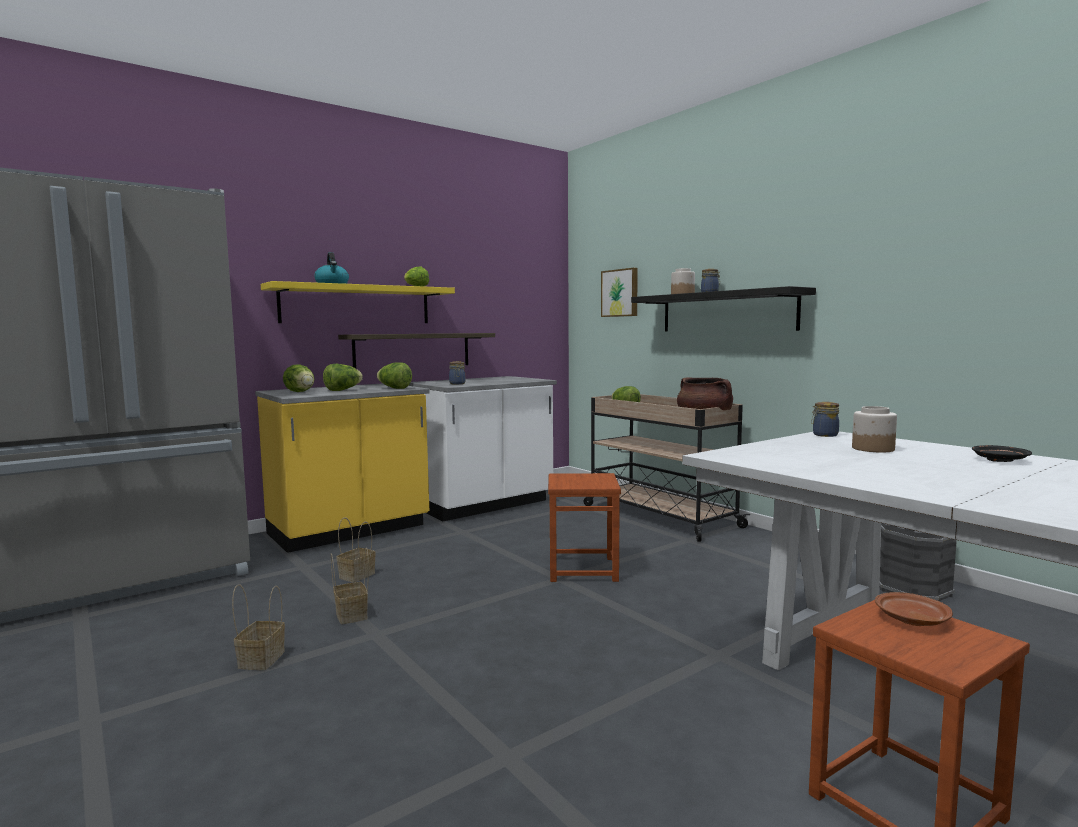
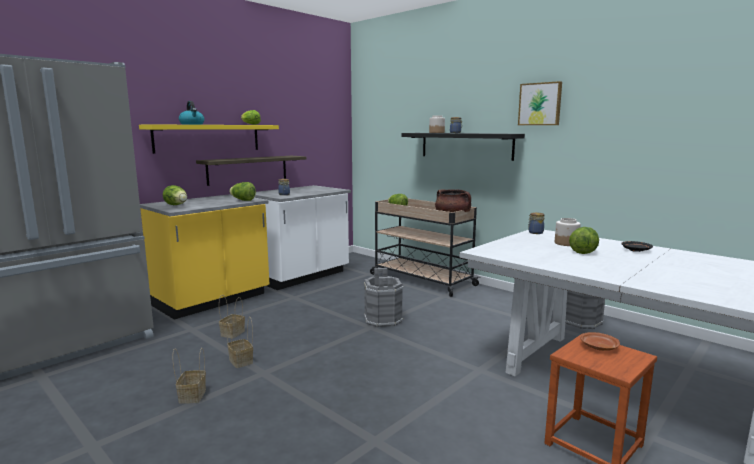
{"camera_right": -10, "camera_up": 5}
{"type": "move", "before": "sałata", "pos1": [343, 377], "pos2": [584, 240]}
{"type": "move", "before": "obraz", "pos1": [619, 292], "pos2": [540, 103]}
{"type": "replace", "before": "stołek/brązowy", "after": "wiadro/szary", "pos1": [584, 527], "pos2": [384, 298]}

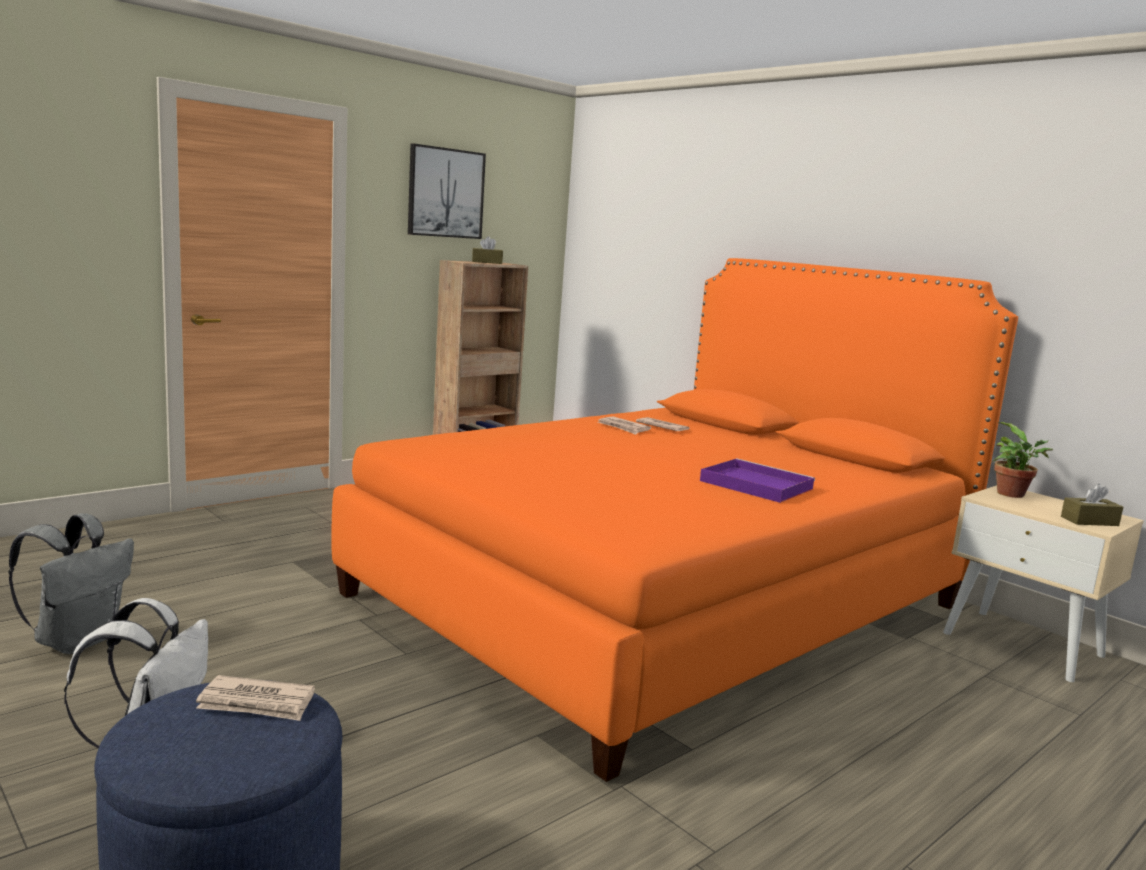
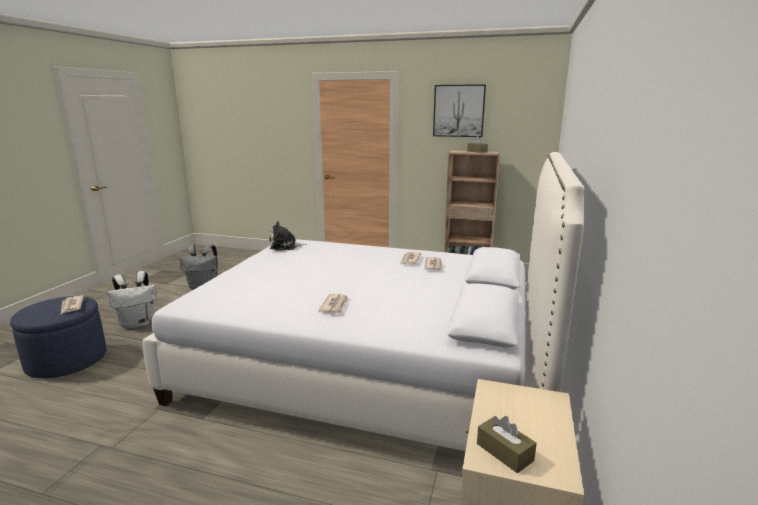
{"camera_right": 60, "camera_up": 5}
{"type": "delete", "before": "roślina doniczkowa", "pos1": [1022, 460]}
{"type": "insert", "after": "pluszak", "pos2": [288, 236]}
{"type": "replace", "before": "taca/fioletowy", "after": "gazeta", "pos1": [757, 480], "pos2": [333, 304]}
{"type": "recolor", "before": "łóżko/pomarańczowy", "after": "łóżko/biały", "pos1": [675, 520], "pos2": [363, 301]}

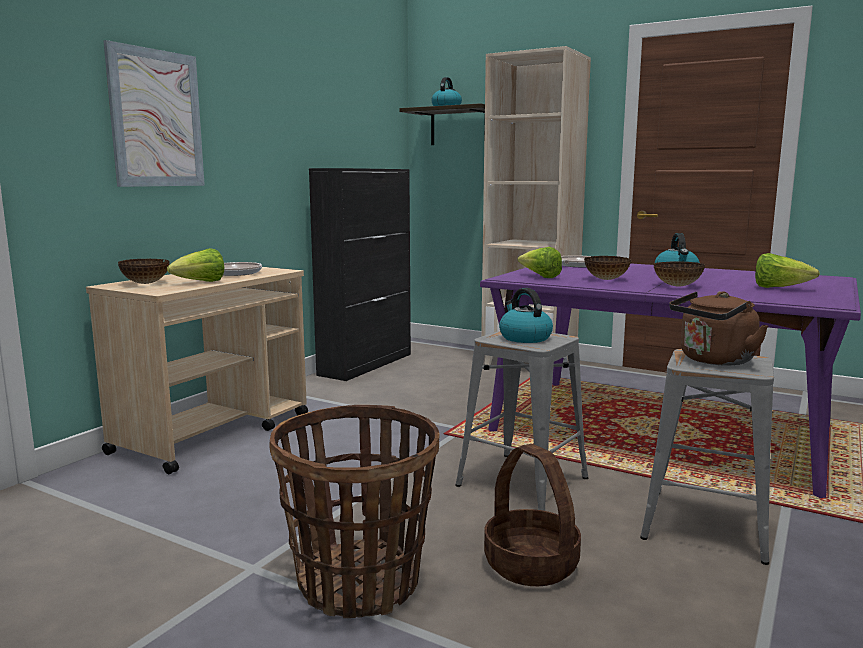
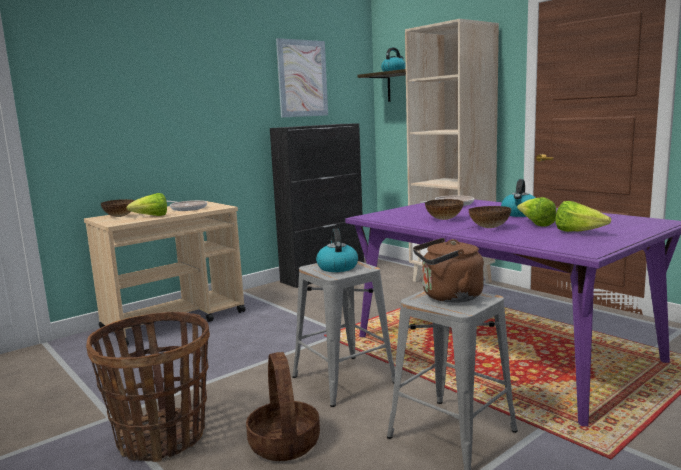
{"camera_right": 20, "camera_up": 0}
{"type": "move", "before": "obraz", "pos1": [154, 113], "pos2": [302, 78]}
{"type": "move", "before": "sałata", "pos1": [539, 262], "pos2": [536, 212]}

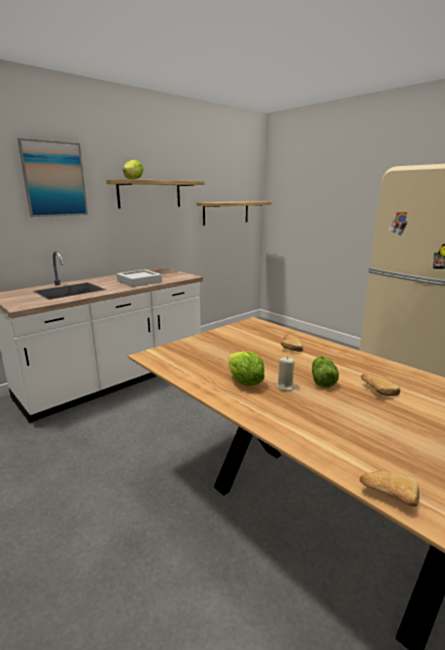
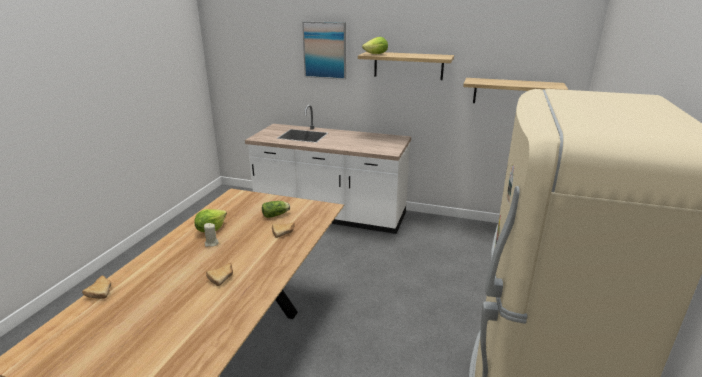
{"camera_right": 60, "camera_up": 5}
{"type": "delete", "before": "taca/szary", "pos1": [139, 278]}
{"type": "move", "before": "sałata", "pos1": [325, 372], "pos2": [276, 209]}

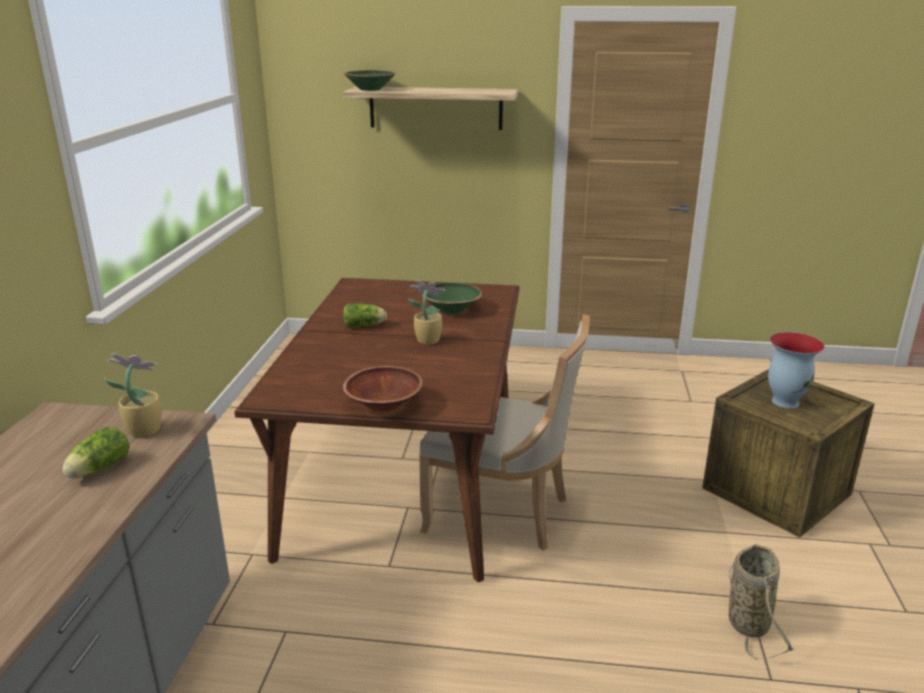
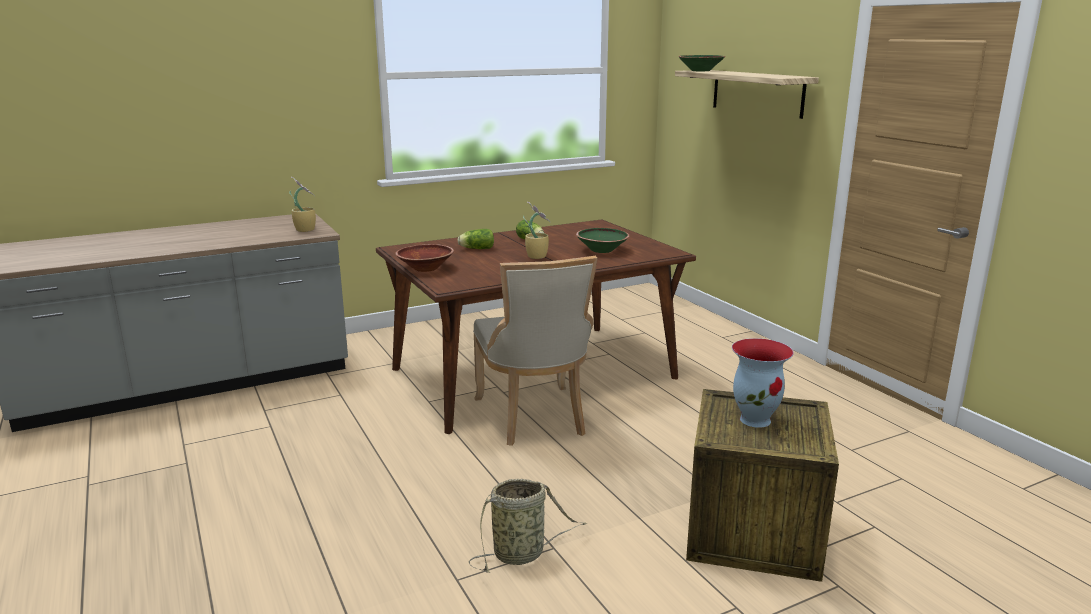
{"camera_right": 55, "camera_up": -5}
{"type": "move", "before": "sałata", "pos1": [96, 452], "pos2": [475, 239]}

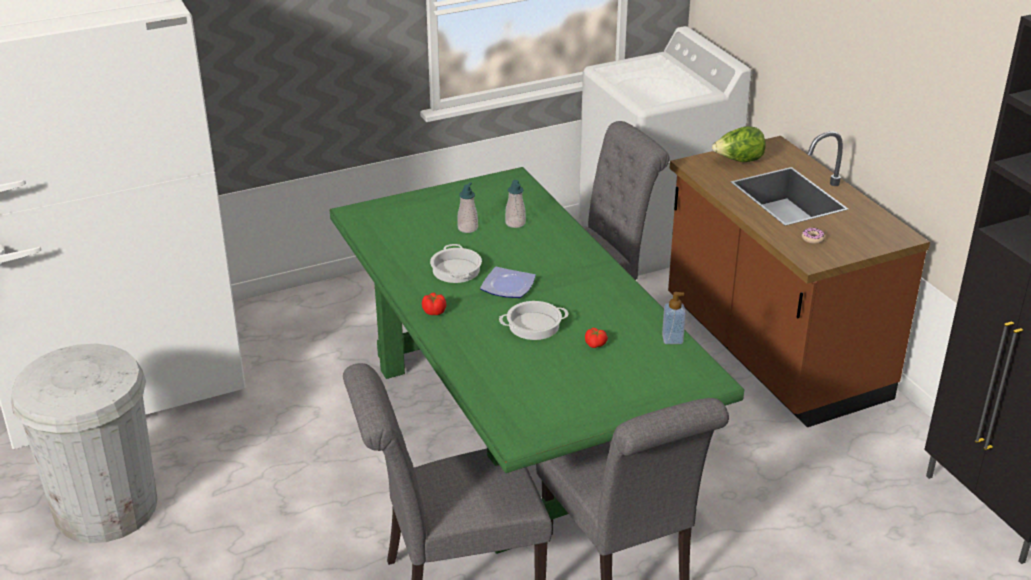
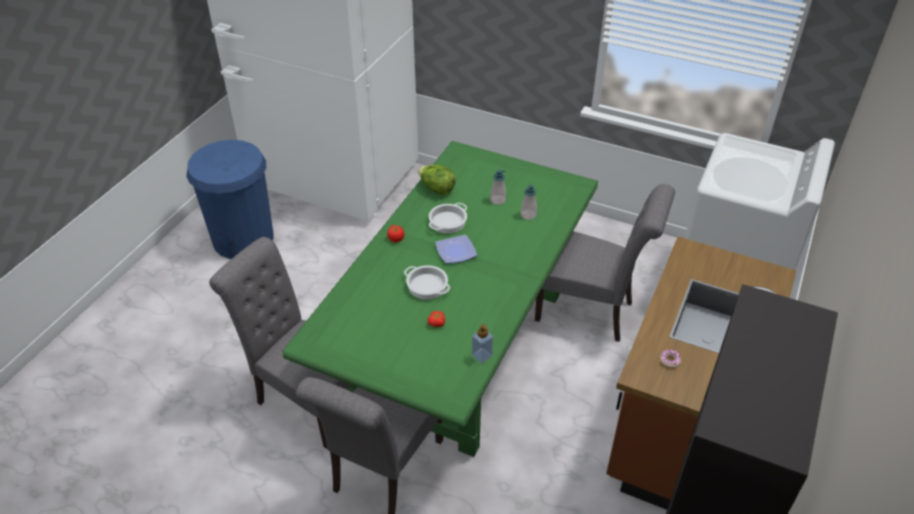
{"camera_right": 50, "camera_up": 10}
{"type": "move", "before": "sałata", "pos1": [739, 144], "pos2": [437, 180]}
{"type": "recolor", "before": "kosz na śmieci/biały", "after": "kosz na śmieci/niebieski", "pos1": [84, 443], "pos2": [230, 199]}

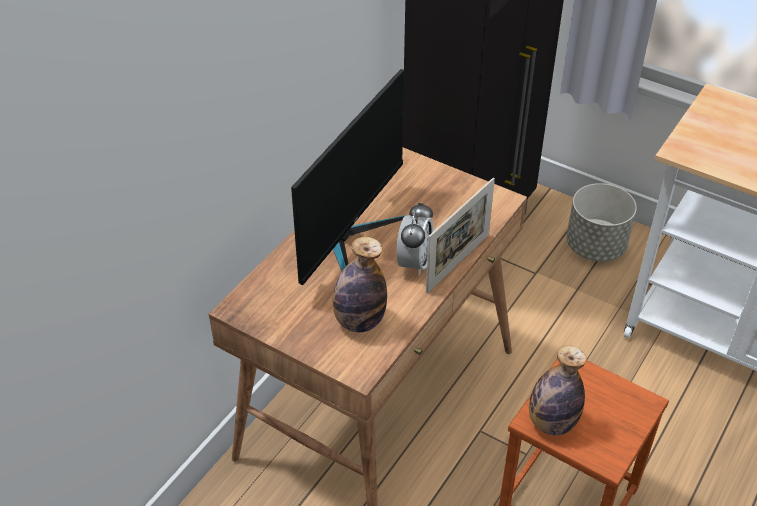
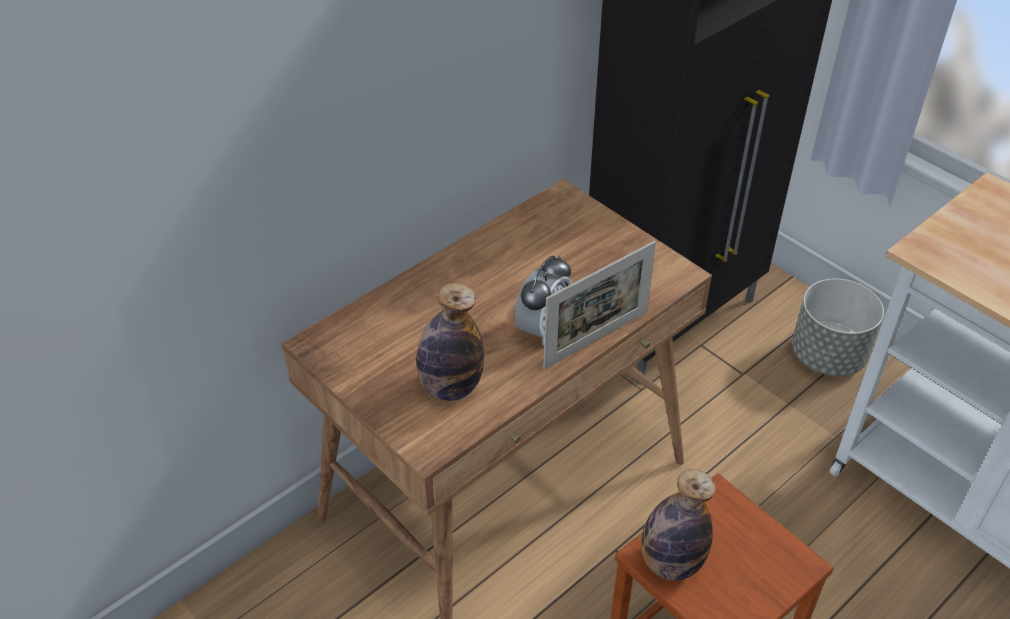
{"camera_right": 15, "camera_up": 0}
{"type": "delete", "before": "monitor", "pos1": [348, 177]}

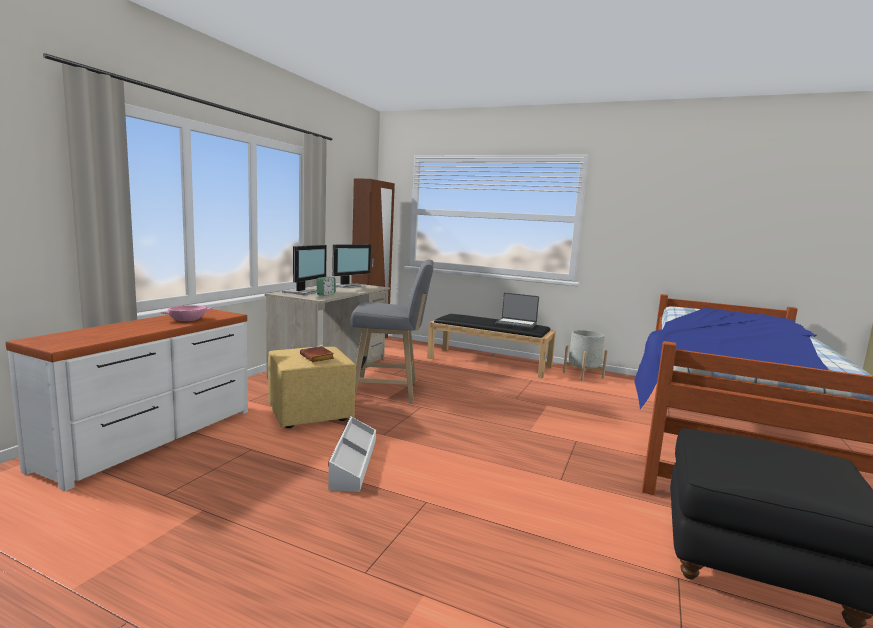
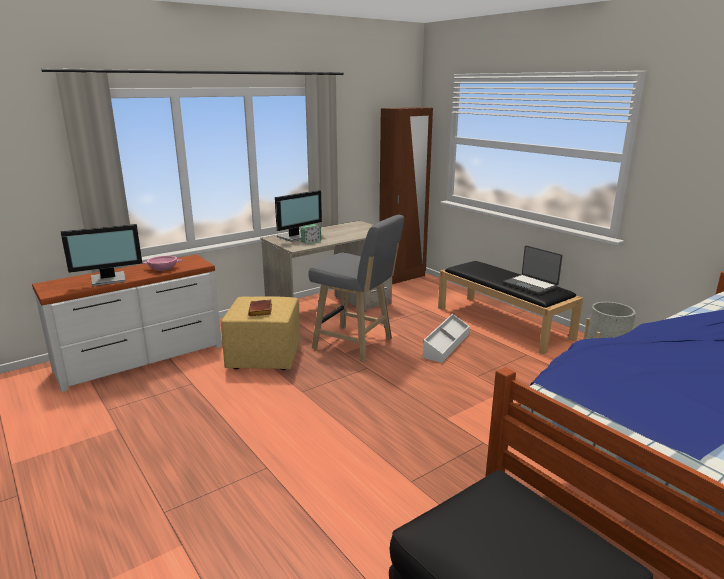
{"camera_right": 30, "camera_up": 10}
{"type": "move", "before": "pojemnik do przechowywania/biały", "pos1": [352, 454], "pos2": [446, 338]}
{"type": "move", "before": "monitor", "pos1": [351, 266], "pos2": [102, 255]}

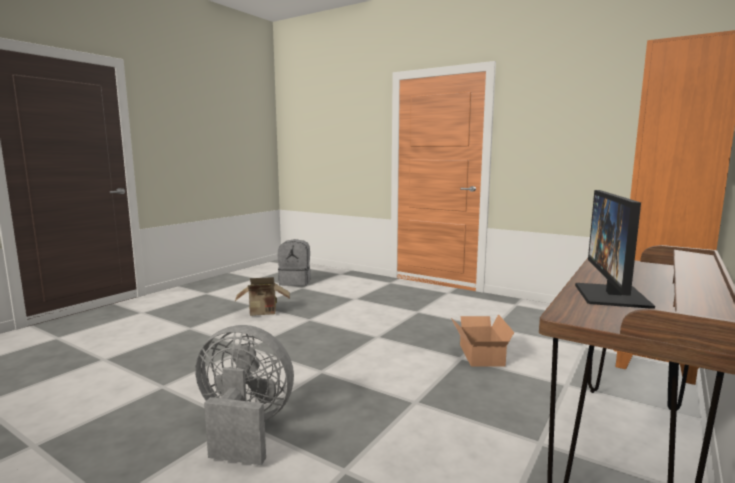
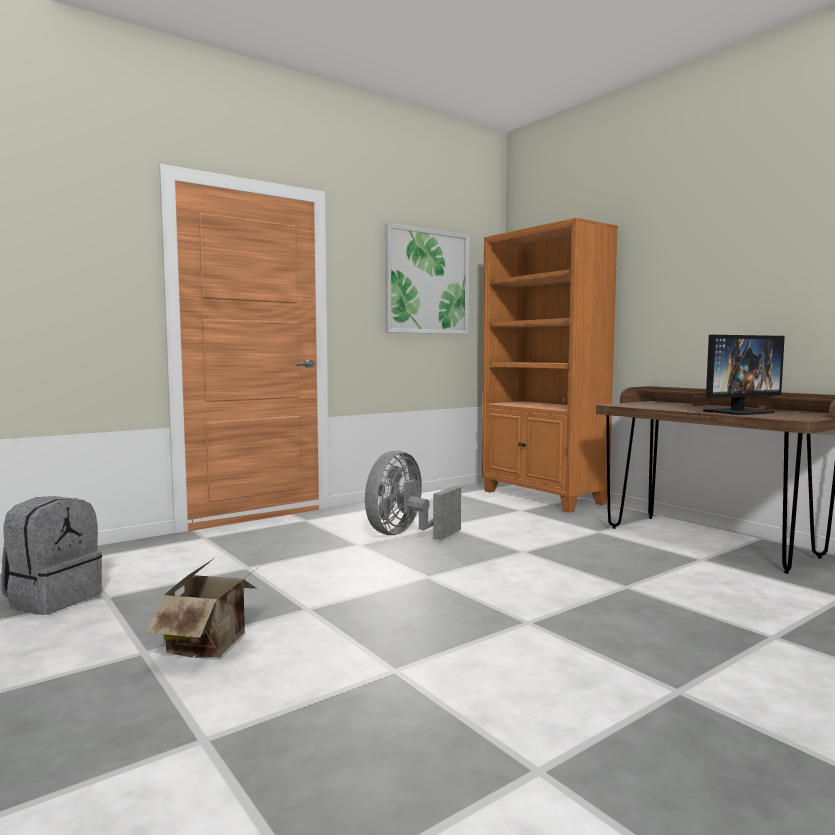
{"camera_right": -70, "camera_up": -5}
{"type": "delete", "before": "karton", "pos1": [482, 340]}
{"type": "insert", "after": "obraz", "pos2": [427, 278]}
{"type": "move", "before": "wentylator/szary", "pos1": [244, 395], "pos2": [413, 495]}
{"type": "rotate", "before": "monitor", "pos1": [615, 249], "pos2": [744, 375], "turn": -60}

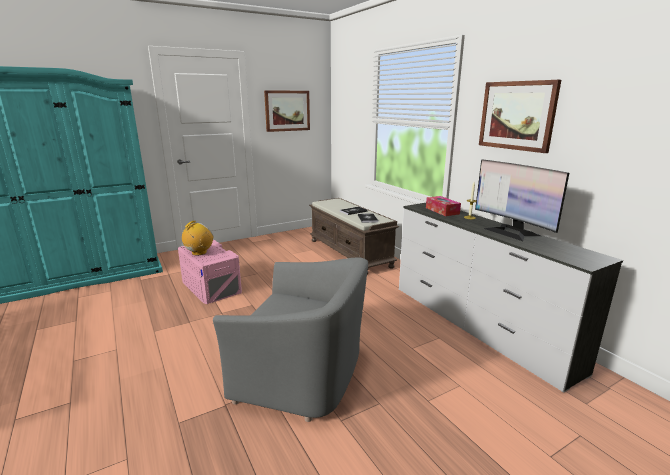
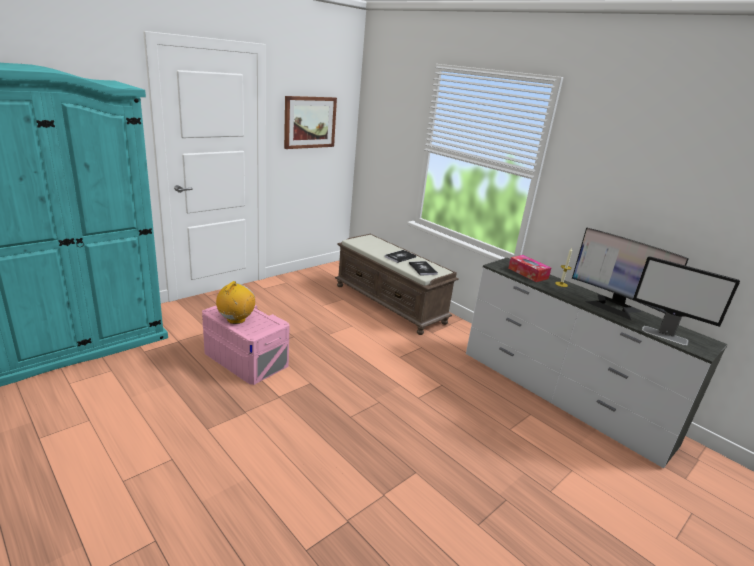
{"camera_right": -15, "camera_up": 5}
{"type": "delete", "before": "fotel/szary", "pos1": [290, 339]}
{"type": "delete", "before": "obraz", "pos1": [520, 116]}
{"type": "insert", "after": "monitor", "pos2": [686, 301]}

